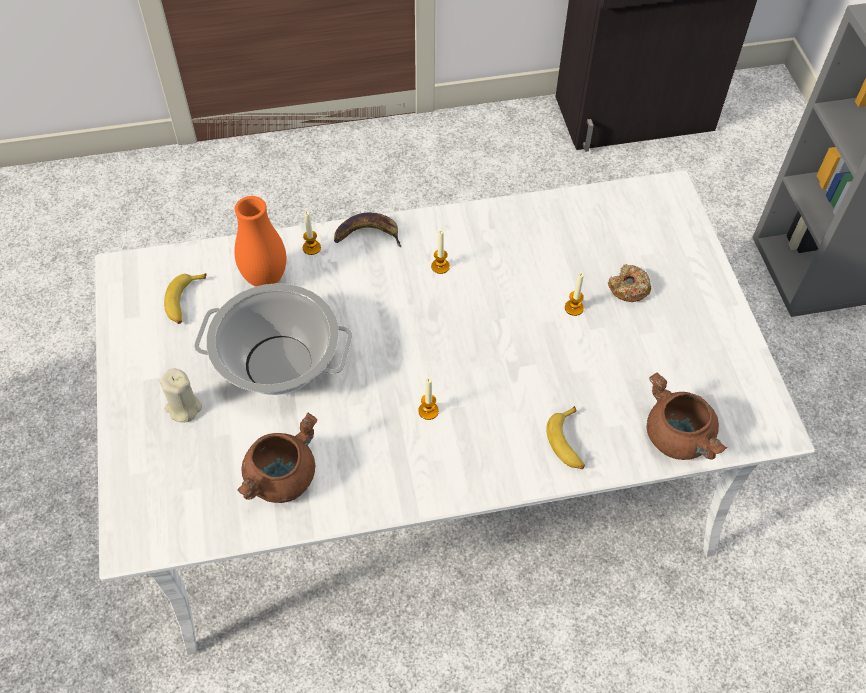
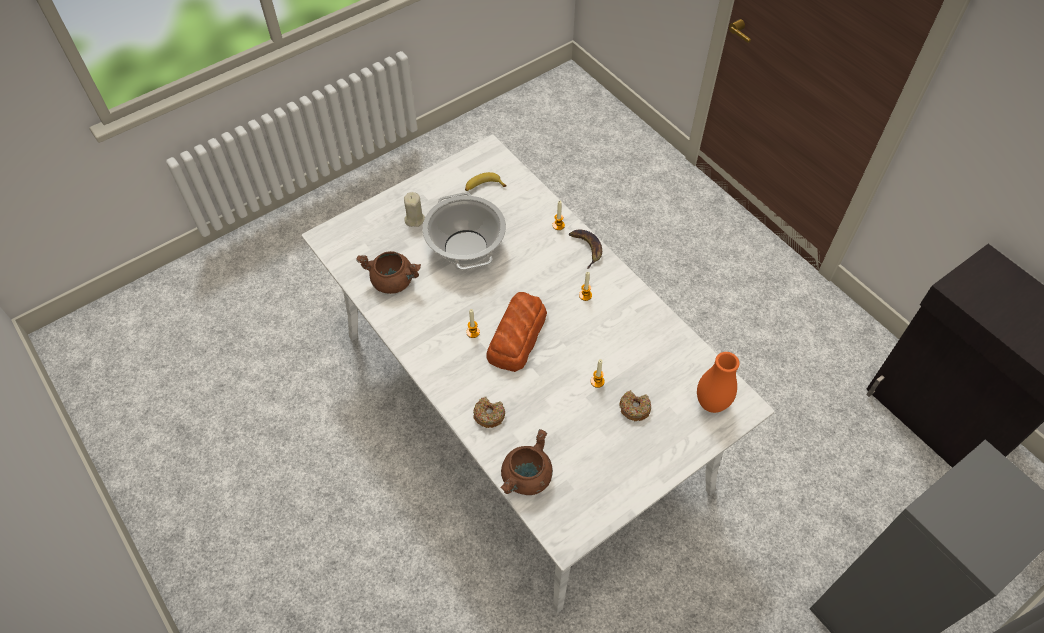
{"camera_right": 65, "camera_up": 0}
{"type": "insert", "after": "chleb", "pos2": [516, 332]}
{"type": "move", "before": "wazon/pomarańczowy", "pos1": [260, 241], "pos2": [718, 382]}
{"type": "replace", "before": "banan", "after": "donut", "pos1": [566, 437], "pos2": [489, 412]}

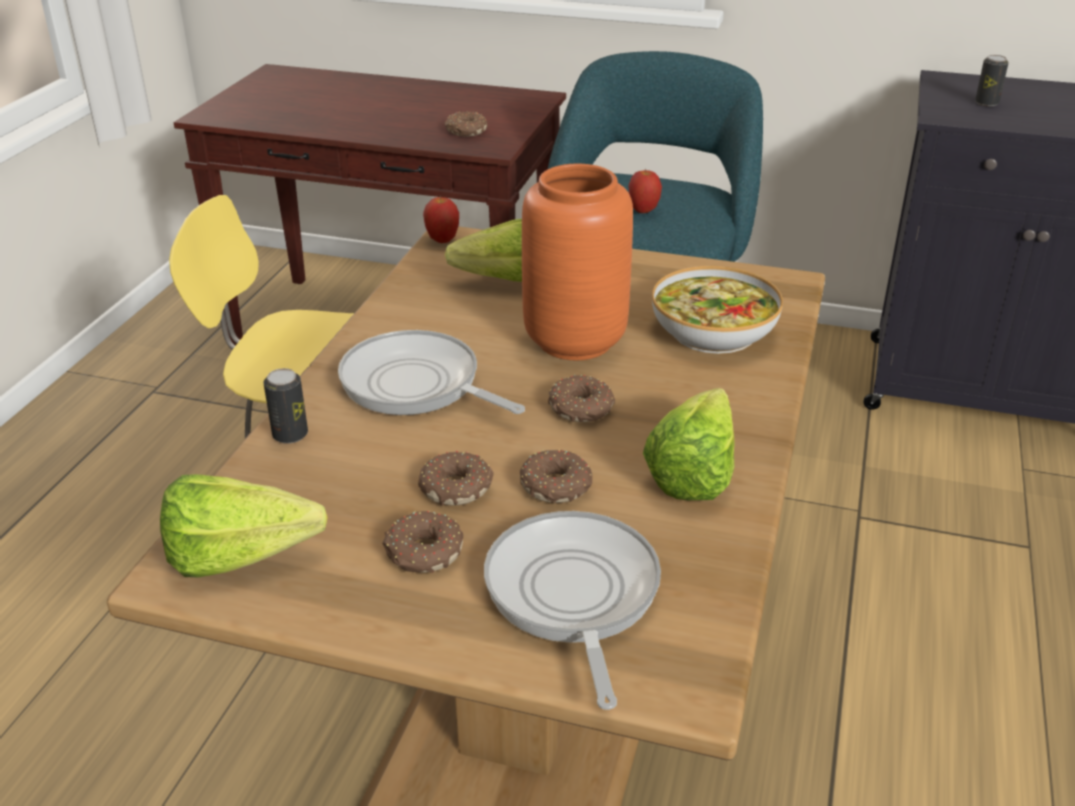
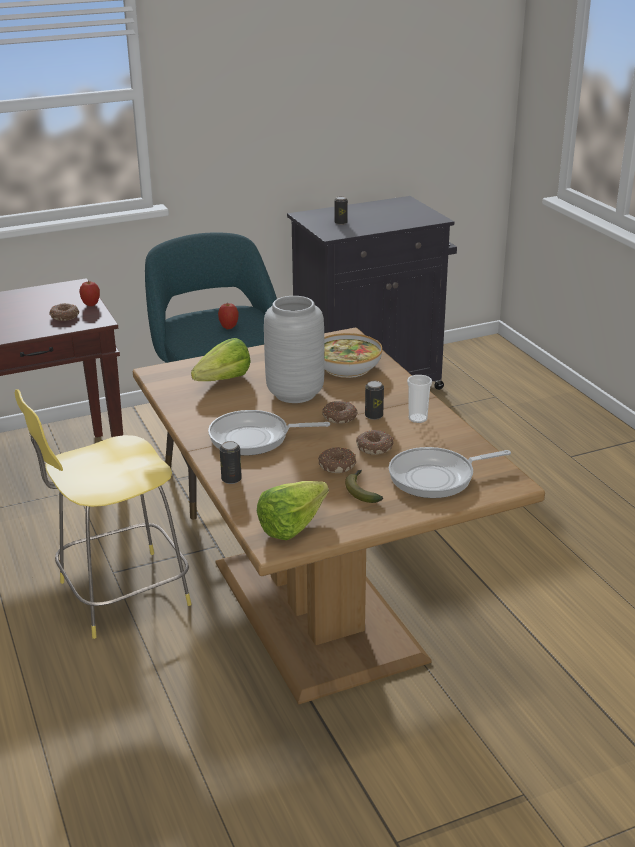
{"camera_right": -40, "camera_up": -5}
{"type": "insert", "after": "puszka", "pos2": [374, 400]}
{"type": "move", "before": "jabłko", "pos1": [441, 219], "pos2": [89, 293]}
{"type": "replace", "before": "donut", "after": "banan", "pos1": [422, 542], "pos2": [364, 486]}
{"type": "replace", "before": "sałata", "after": "filiżanka", "pos1": [689, 444], "pos2": [419, 399]}
{"type": "recolor", "before": "wazon/pomarańczowy", "after": "wazon/szary", "pos1": [577, 262], "pos2": [294, 349]}
{"type": "rotate", "before": "patelnia", "pos1": [572, 610], "pos2": [450, 472], "turn": -60}

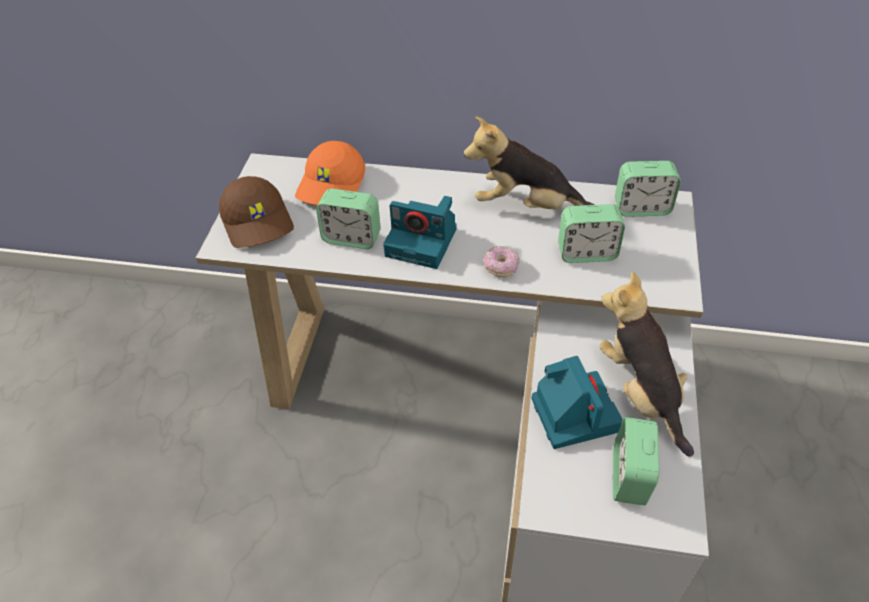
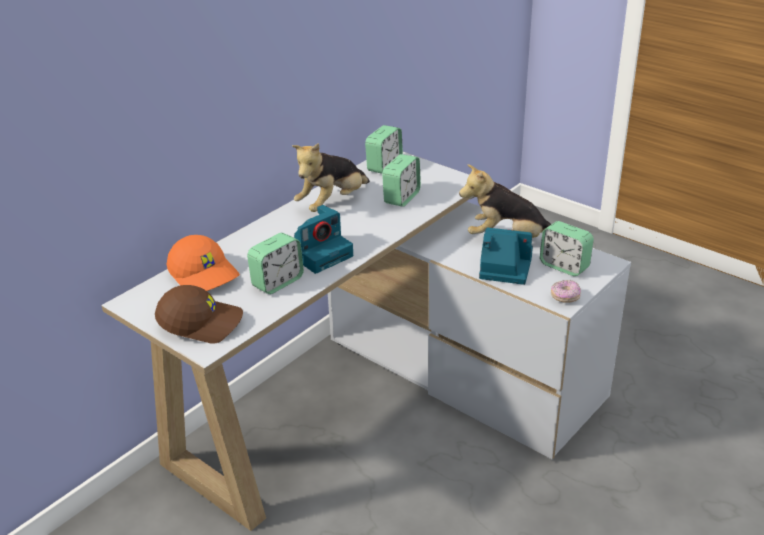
{"camera_right": -60, "camera_up": -15}
{"type": "move", "before": "donut", "pos1": [501, 261], "pos2": [566, 291]}

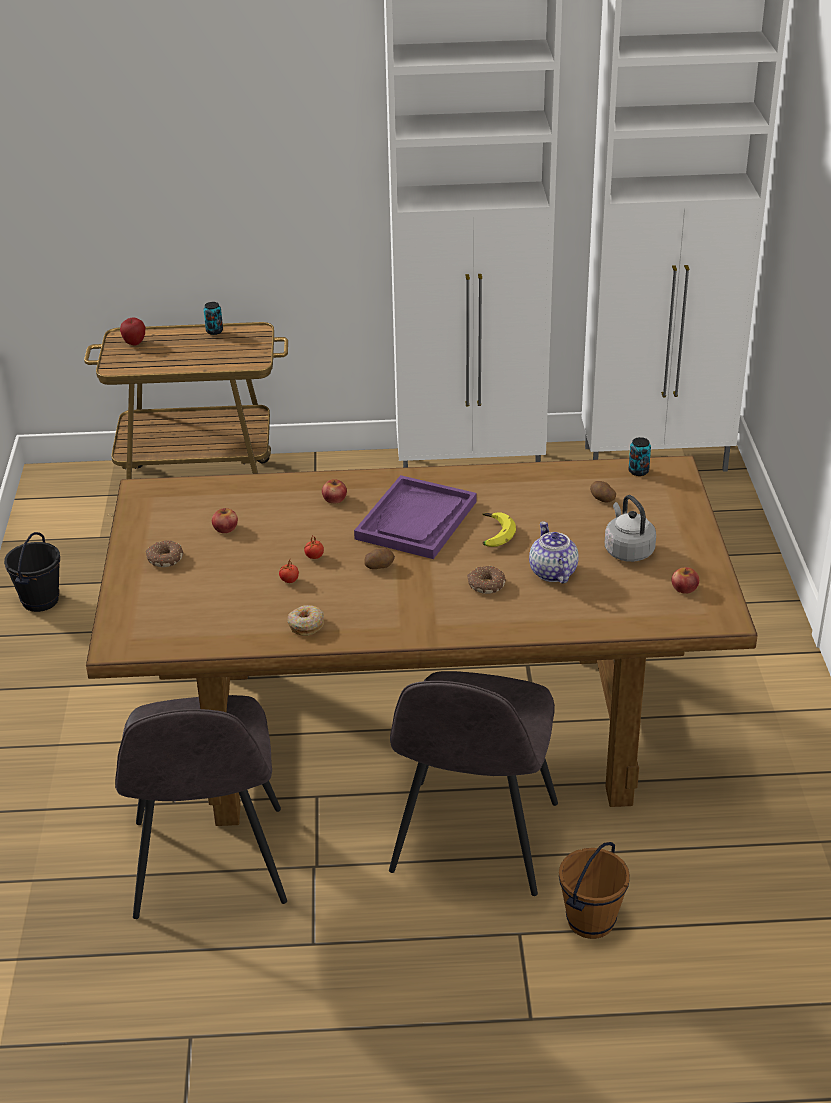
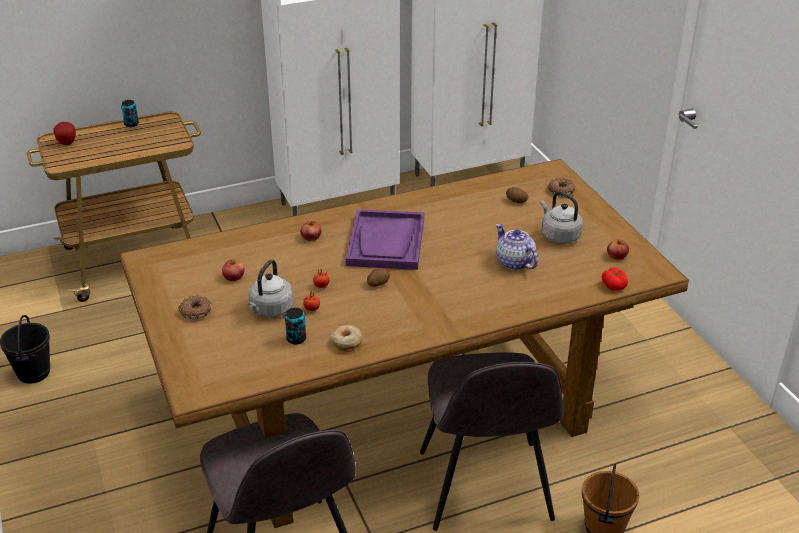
{"camera_right": -20, "camera_up": 0}
{"type": "delete", "before": "banan", "pos1": [499, 529]}
{"type": "insert", "after": "czajnik/szary", "pos2": [270, 288]}
{"type": "insert", "after": "pomidor", "pos2": [615, 279]}
{"type": "move", "before": "donut", "pos1": [486, 580], "pos2": [561, 186]}
{"type": "move", "before": "puszka", "pos1": [640, 456], "pos2": [295, 326]}

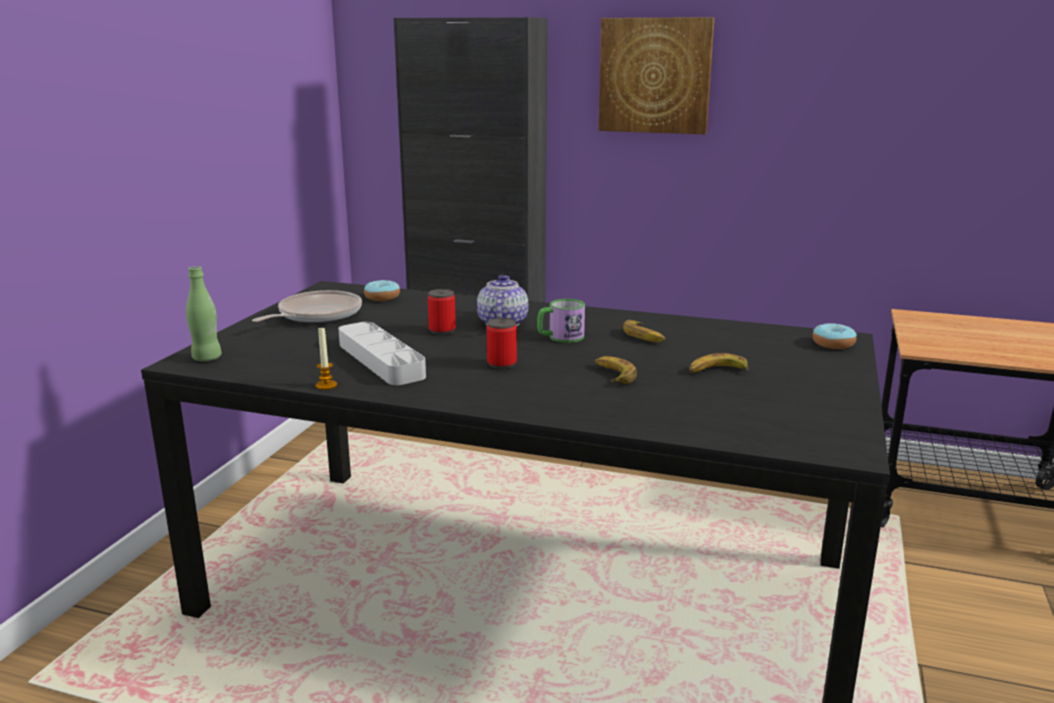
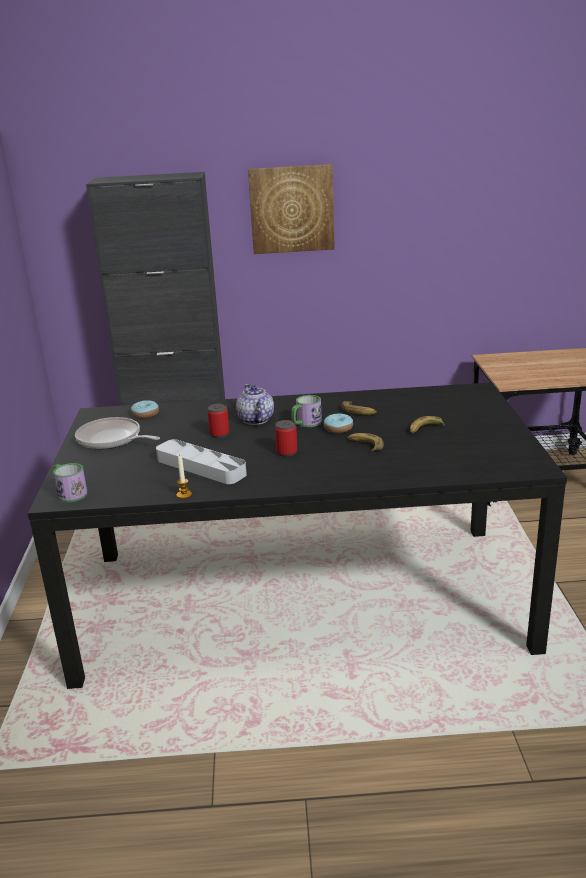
{"camera_right": -20, "camera_up": 5}
{"type": "move", "before": "donut", "pos1": [834, 336], "pos2": [338, 423]}
{"type": "replace", "before": "butelka/zielony", "after": "kubek", "pos1": [204, 313], "pos2": [70, 482]}
{"type": "rotate", "before": "patelnia", "pos1": [307, 306], "pos2": [117, 433], "turn": -75}

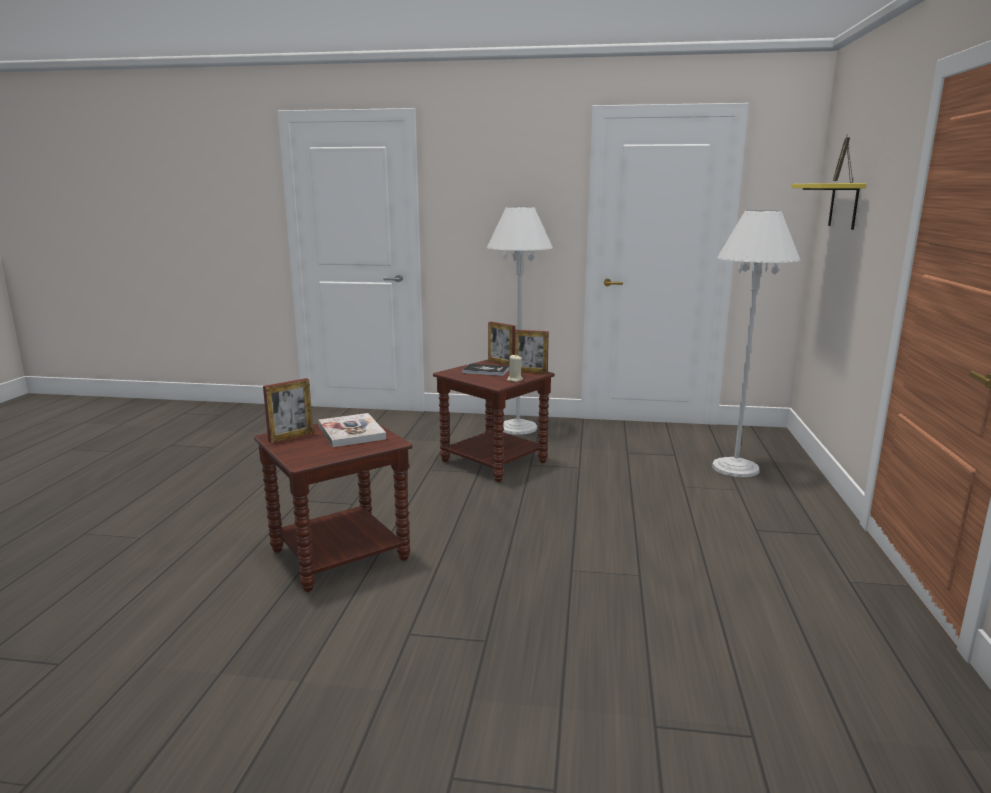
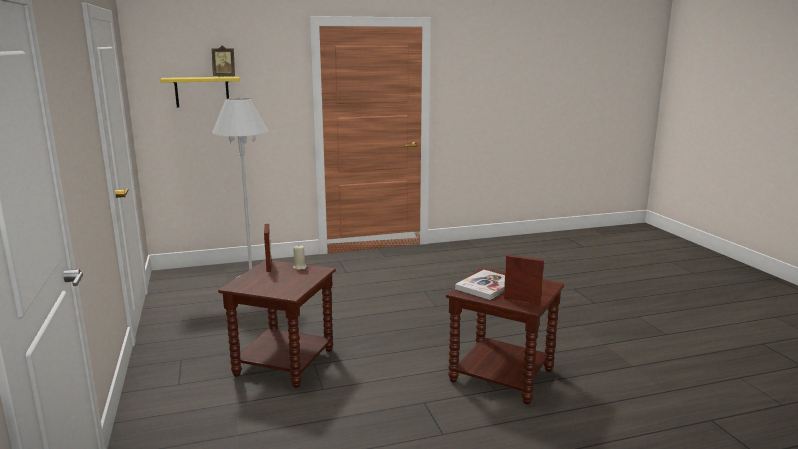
{"camera_right": -115, "camera_up": 0}
{"type": "delete", "before": "książka", "pos1": [485, 370]}
{"type": "delete", "before": "lampa stojąca/biały", "pos1": [520, 321]}
{"type": "delete", "before": "ramka na zdjęcie", "pos1": [501, 343]}

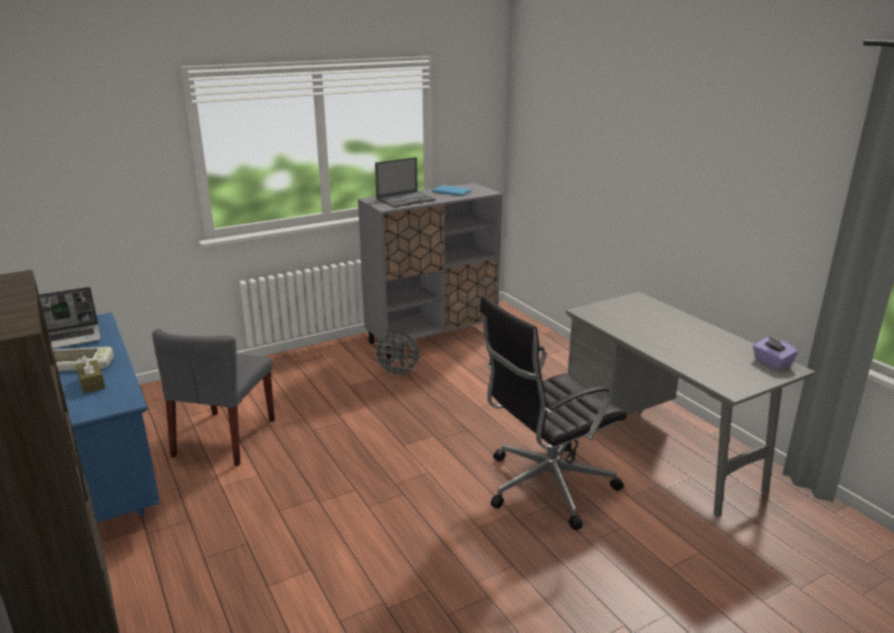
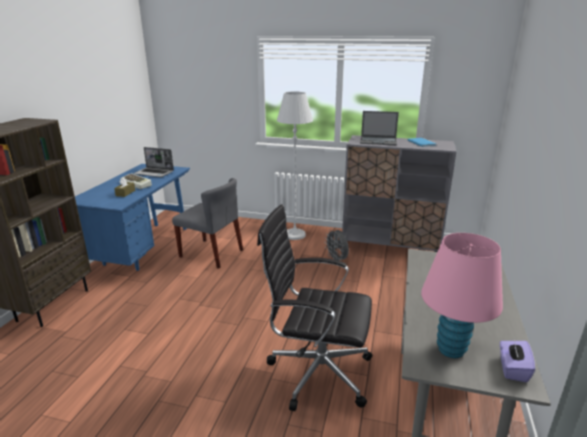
{"camera_right": 45, "camera_up": 0}
{"type": "insert", "after": "lampa stojąca/biały", "pos2": [295, 165]}
{"type": "insert", "after": "lampa stołowa/różowy", "pos2": [462, 295]}
{"type": "rotate", "before": "krzesło/szary", "pos1": [213, 397], "pos2": [207, 223], "turn": -120}

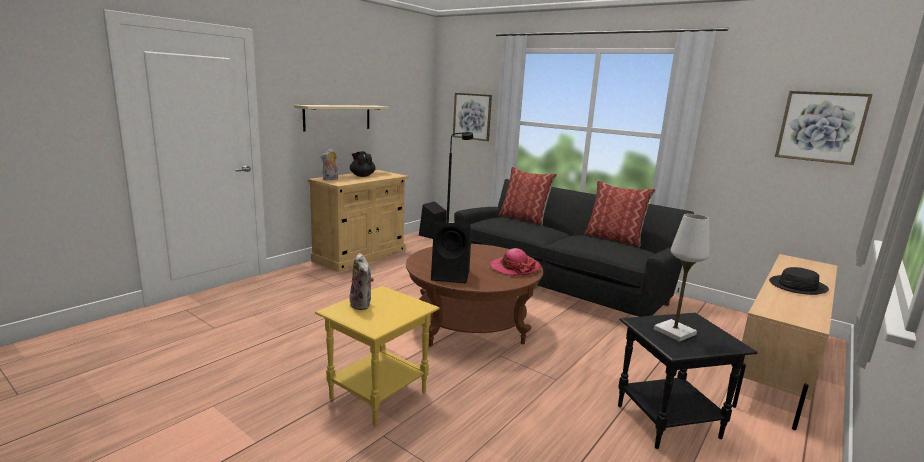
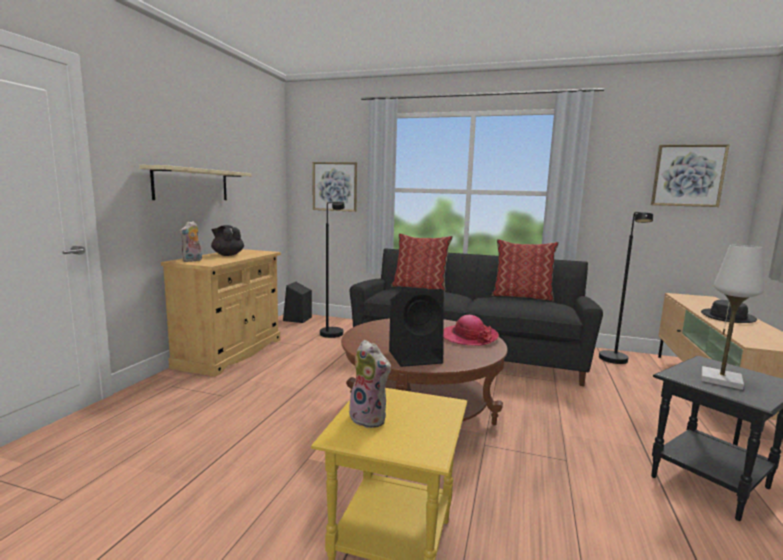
{"camera_right": -20, "camera_up": -5}
{"type": "insert", "after": "lampa stojąca/czarny", "pos2": [626, 288]}

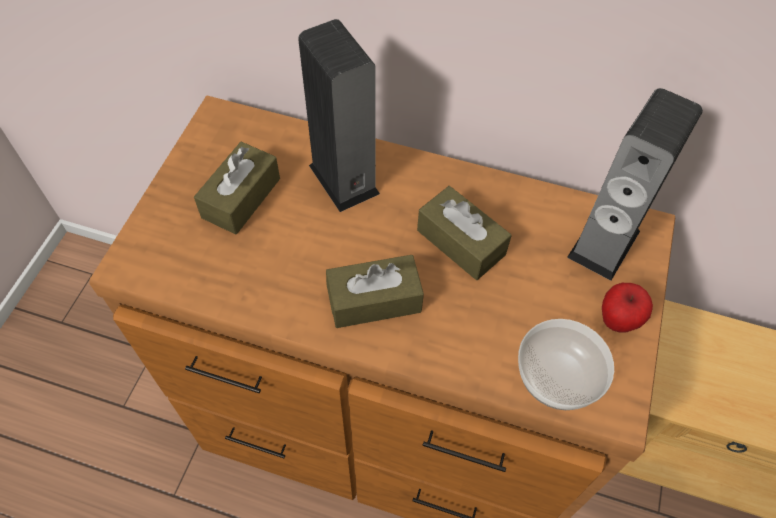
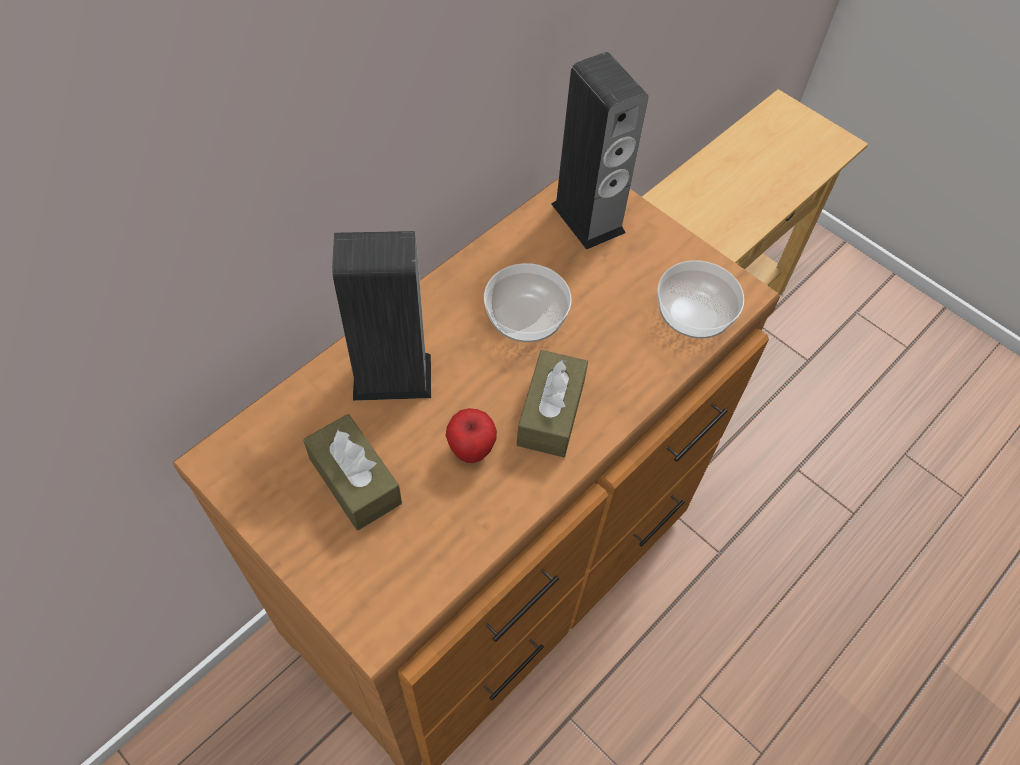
{"camera_right": -65, "camera_up": 0}
{"type": "move", "before": "jabłko", "pos1": [627, 308], "pos2": [471, 435]}
{"type": "replace", "before": "pudełko chusteczek/brązowy", "after": "miska", "pos1": [464, 233], "pos2": [528, 302]}

